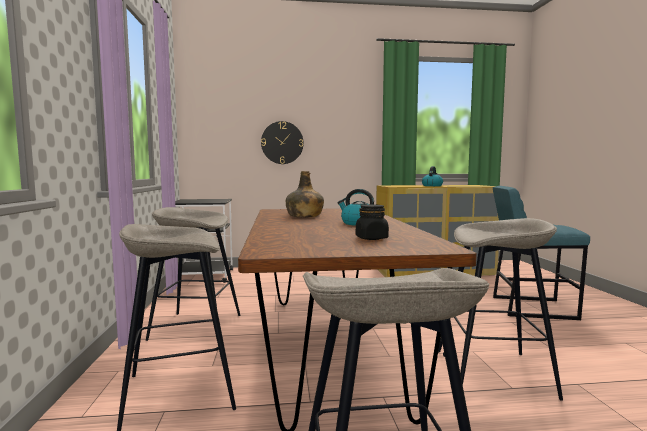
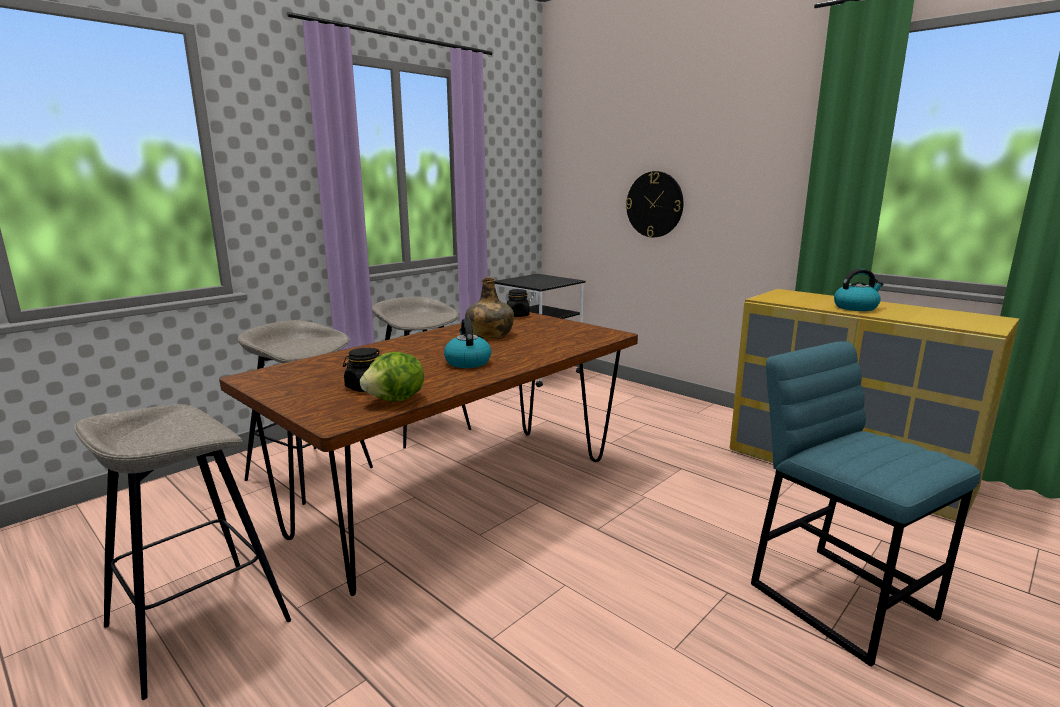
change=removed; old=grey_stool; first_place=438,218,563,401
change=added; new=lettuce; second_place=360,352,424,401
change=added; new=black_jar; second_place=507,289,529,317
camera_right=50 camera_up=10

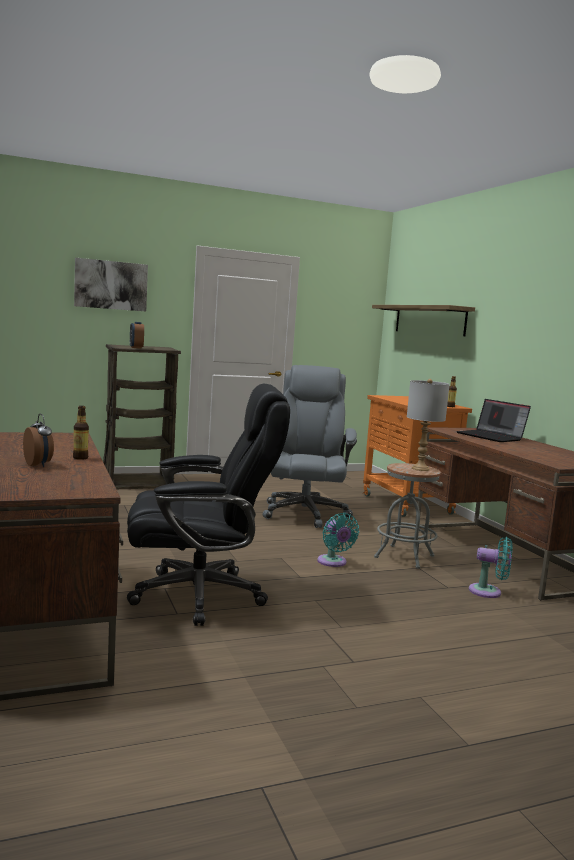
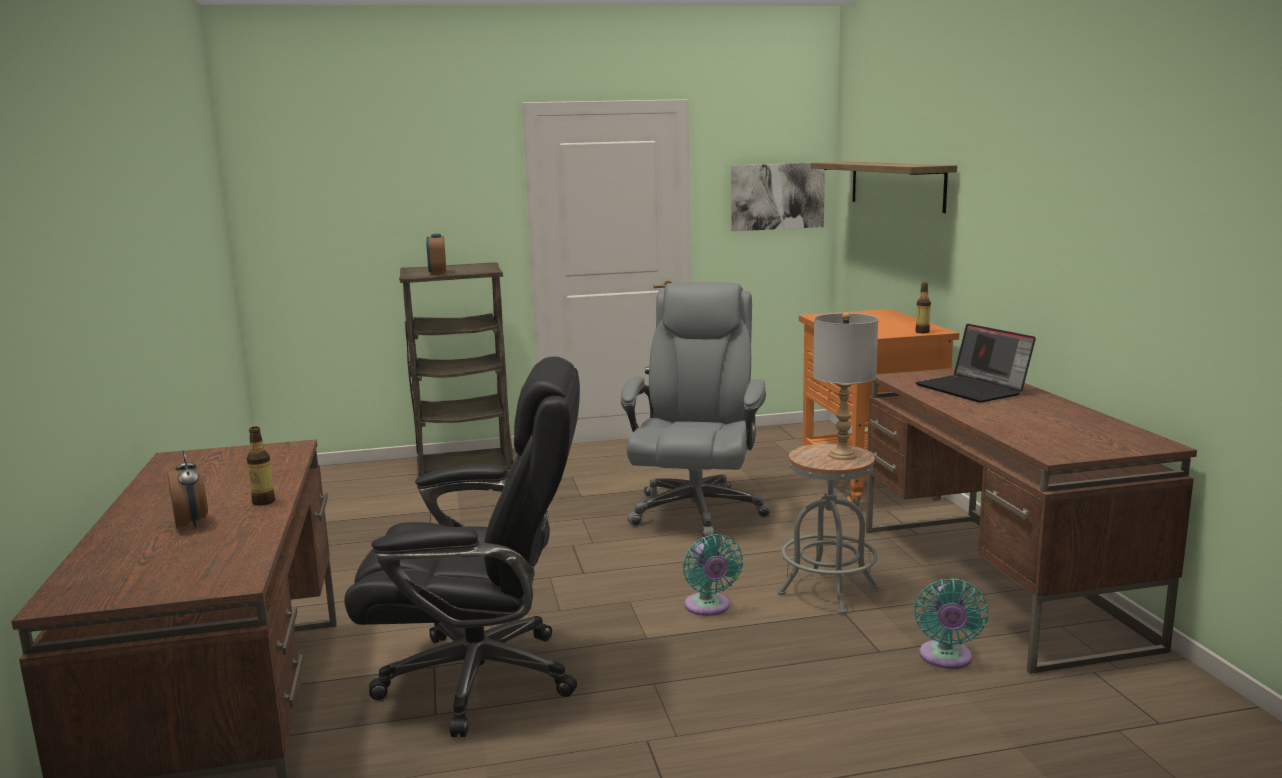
change=moved; old=picture; first_place=74,258,148,311; second_place=731,163,825,231
change=turned; old=turquoise_fan; first_place=469,537,513,598; second_place=914,578,988,669; degrees=75
camera_right=10 camera_up=5

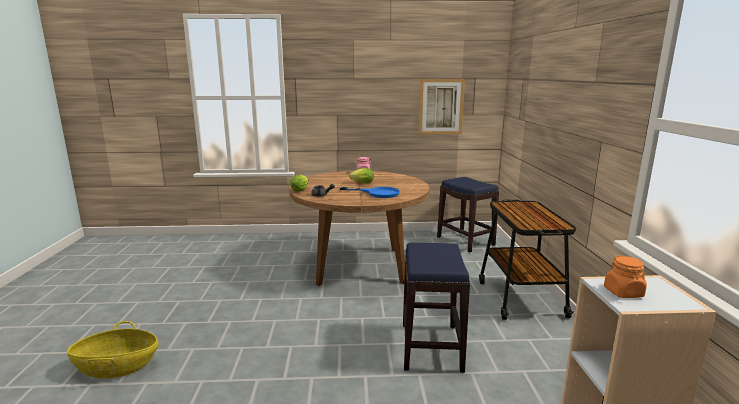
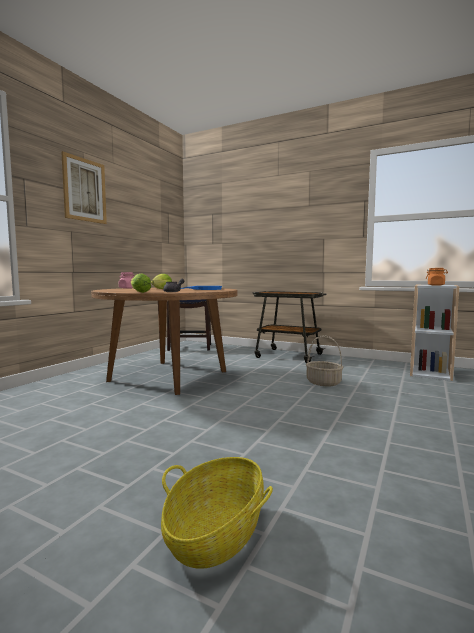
change=replaced; old=stool; new=basket; first_place=403,243,470,373; second_place=306,335,343,386
change=moved; old=picture; first_place=418,79,465,134; second_place=61,151,107,224
camera_right=-60 camera_up=-10

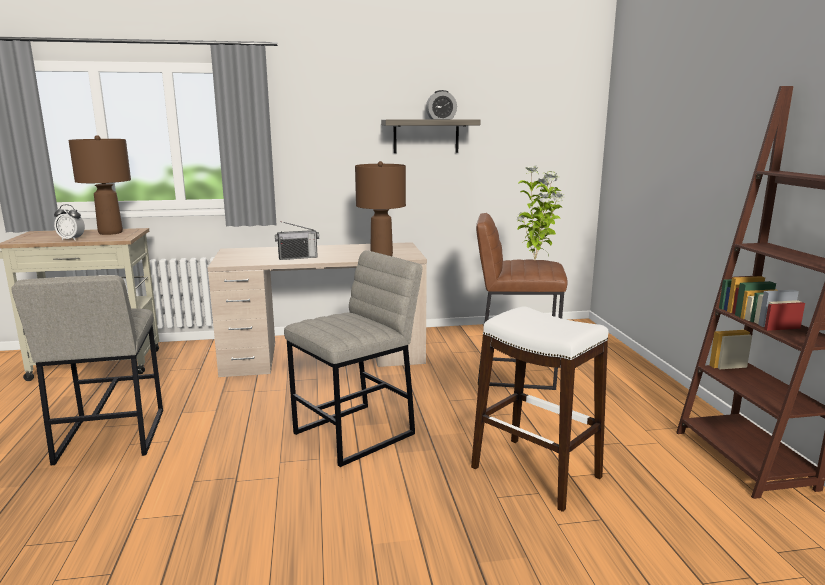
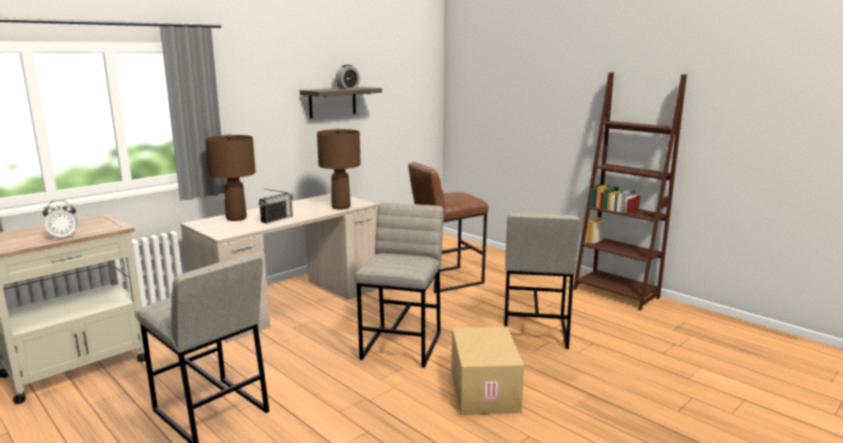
change=moved; old=brown_table_lamp; first_place=68,135,131,235; second_place=205,134,256,221
change=replaced; old=white_stool; new=grey_chair; first_place=471,306,608,512; second_place=504,213,580,349
change=removed; old=potted_plant; first_place=517,165,564,260
change=added; new=cardboard_box; second_place=452,326,524,415
camera_right=-35 camera_up=0

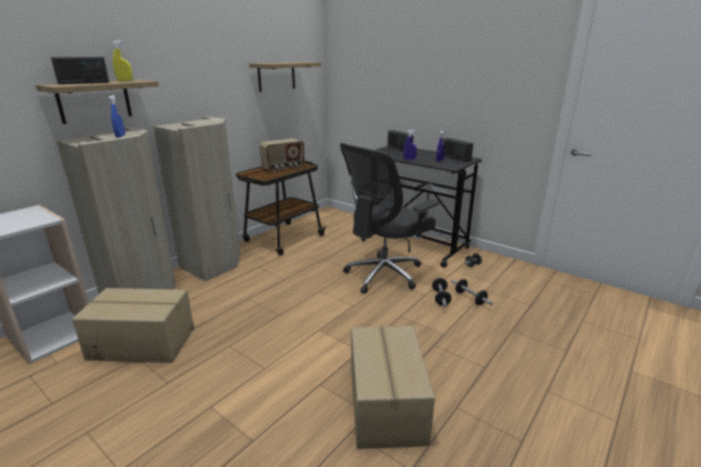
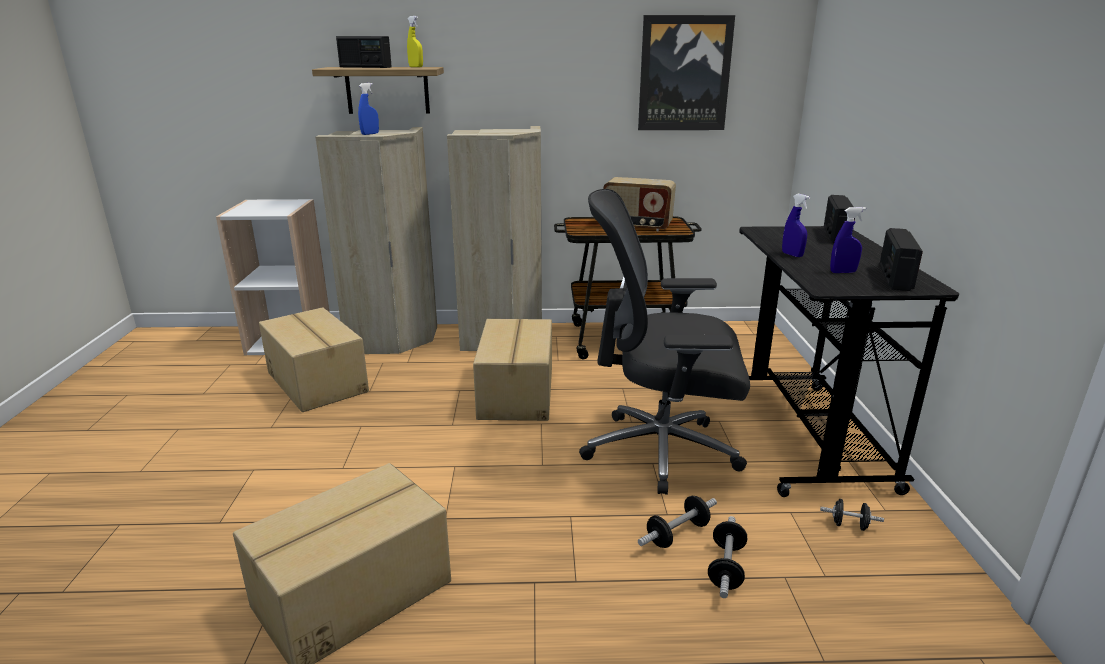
change=replaced; old=shelf; new=picture; first_place=249,62,321,92; second_place=638,15,735,130
change=added; new=cardboard_box; second_place=473,319,552,421
camera_right=50 camera_up=0

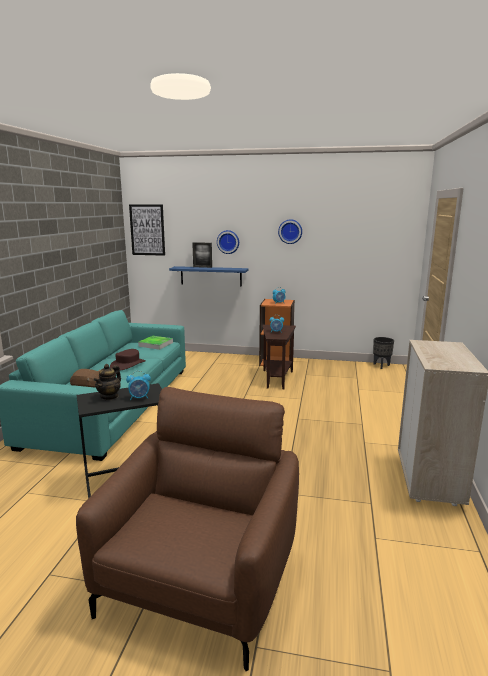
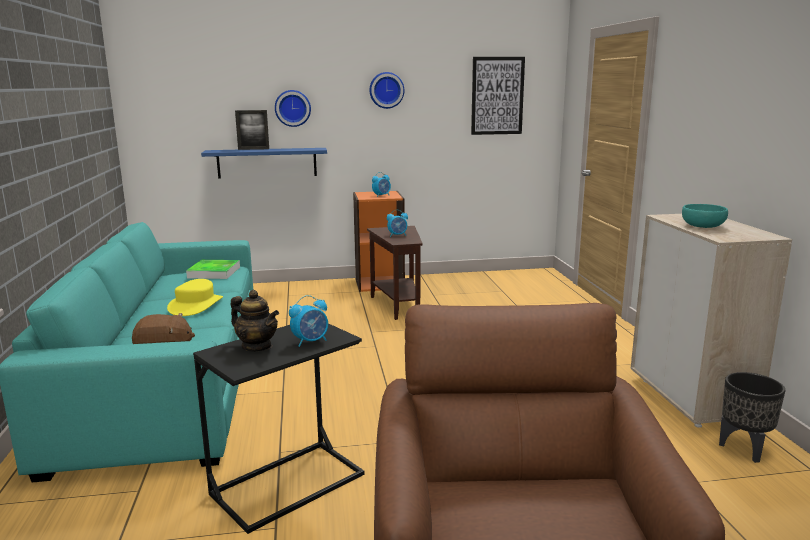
change=turned; old=teapot; first_place=94,364,121,400; second_place=231,290,279,352; degrees=-60
change=recoloured; old=brown_hat; new=yellow_hat; first_place=110,349,146,371; second_place=167,279,223,316
change=moved; old=picture; first_place=129,204,165,256; second_place=471,57,525,135
change=moved; old=black_planter; first_place=373,337,394,369; second_place=719,372,785,463
change=added; new=turquoise_bowl; second_place=682,204,728,228
camera_right=-20 camera_up=0

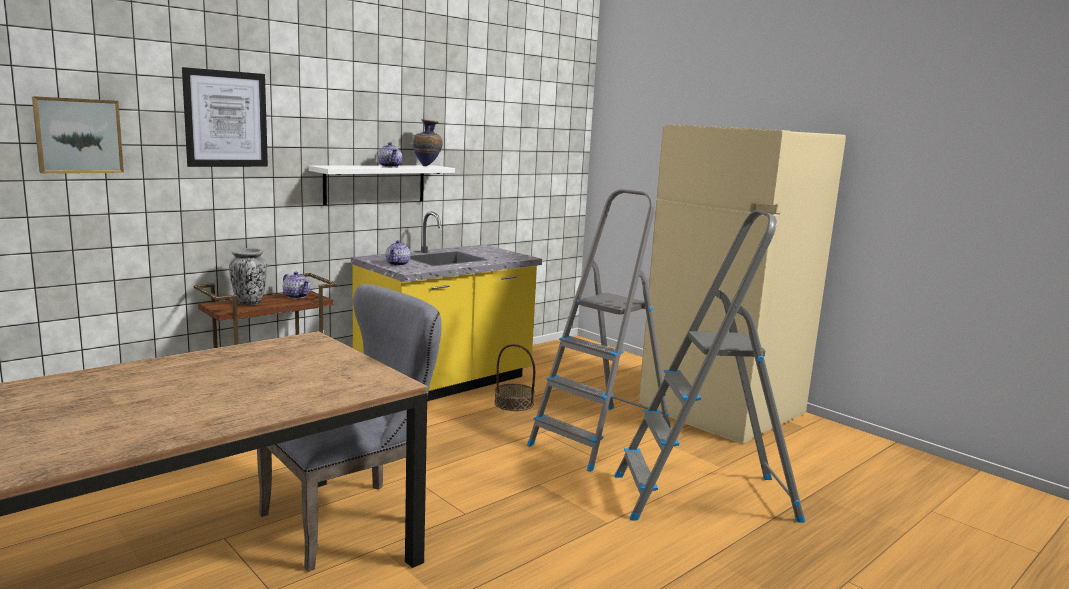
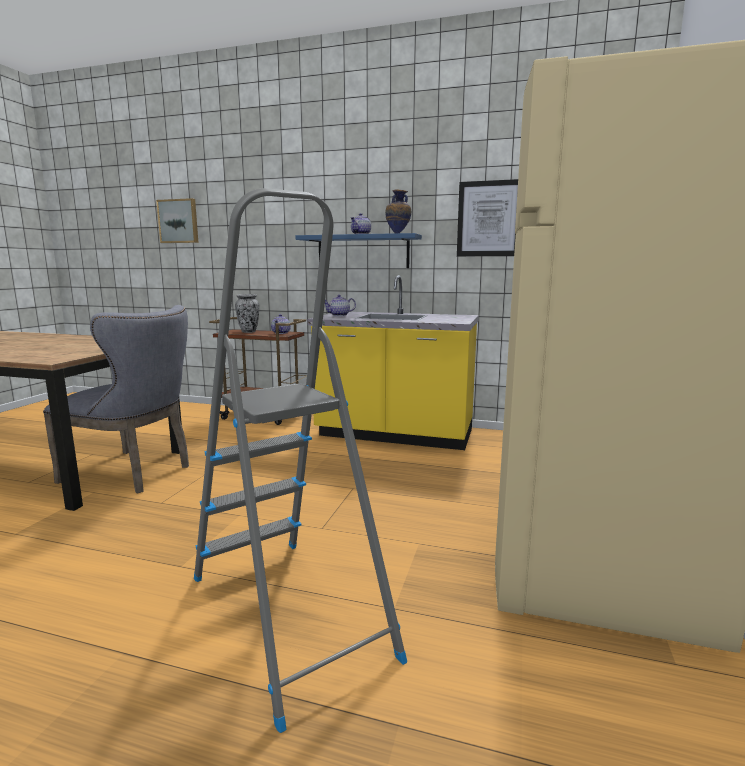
change=moved; old=picture; first_place=182,67,268,167; second_place=457,179,518,256
change=recoloured; old=white_shelf; new=blue_shelf; first_place=309,165,455,205; second_place=296,233,422,268
change=removed; old=basket; first_place=494,344,535,411
change=removed; old=grey_step_ladder; first_place=527,189,670,472
camera_right=60 camera_up=0

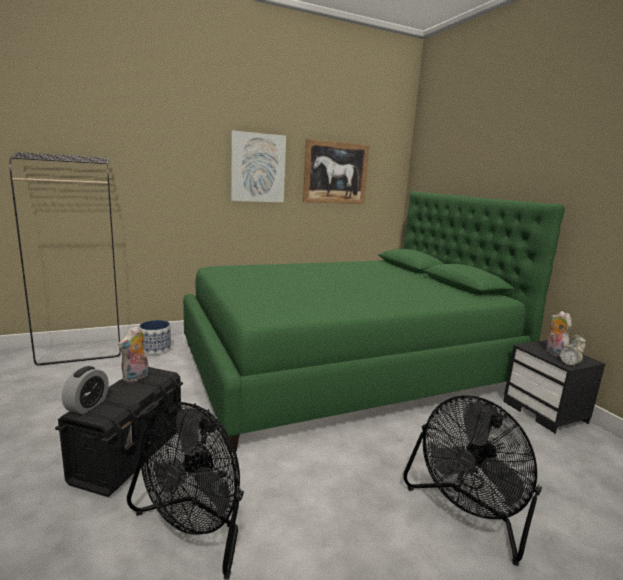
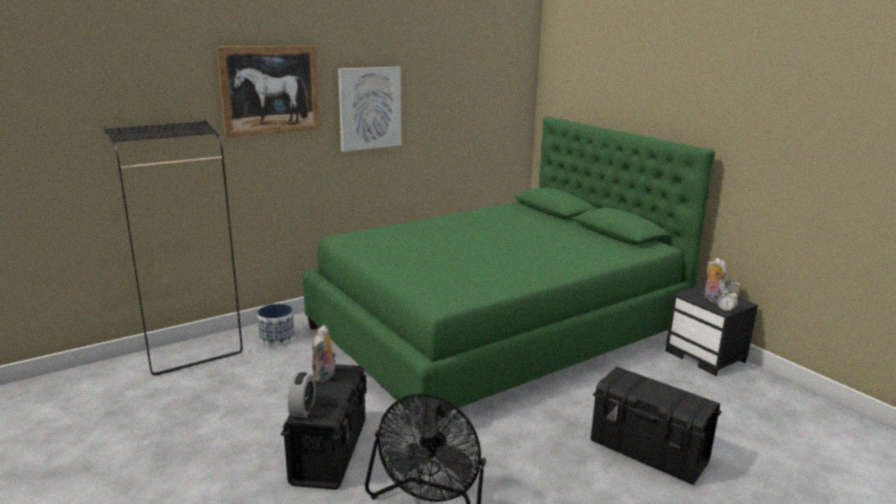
change=moved; old=picture; first_place=303,139,369,204; second_place=216,45,320,137
change=replaced; old=black_fan; new=black_storage_box; first_place=403,395,542,566; second_place=591,367,722,485
camera_right=-10 camera_up=5

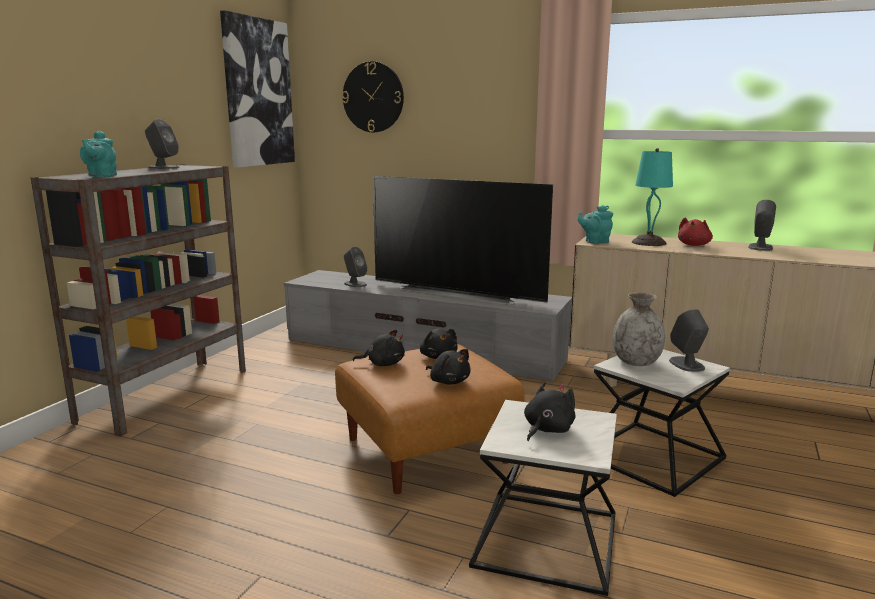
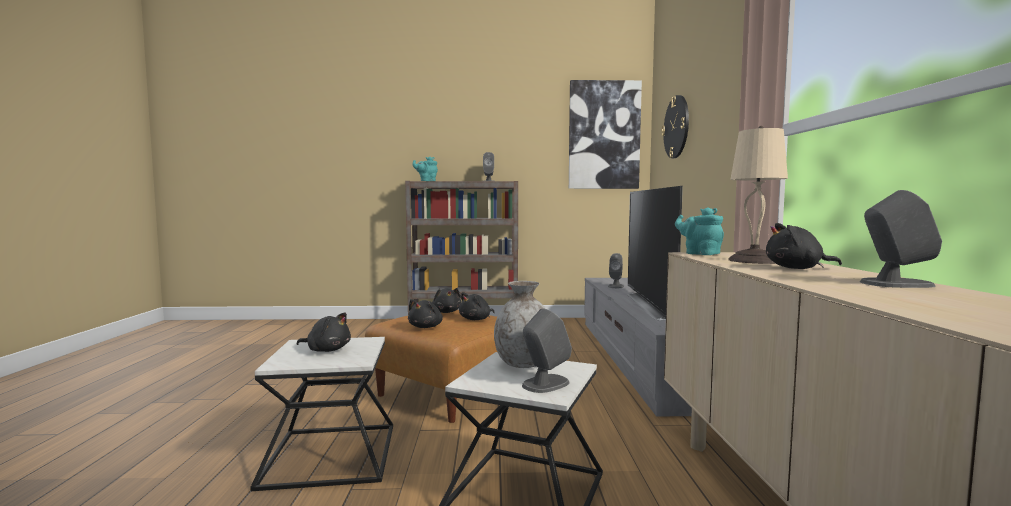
change=recoloured; old=turquoise_table_lamp; new=beige_table_lamp; first_place=632,148,673,246; second_place=728,126,788,264
change=recoloured; old=red_plush_toy; new=black_plush_toy; first_place=678,218,713,246; second_place=766,223,842,269
camera_right=65 camera_up=-10

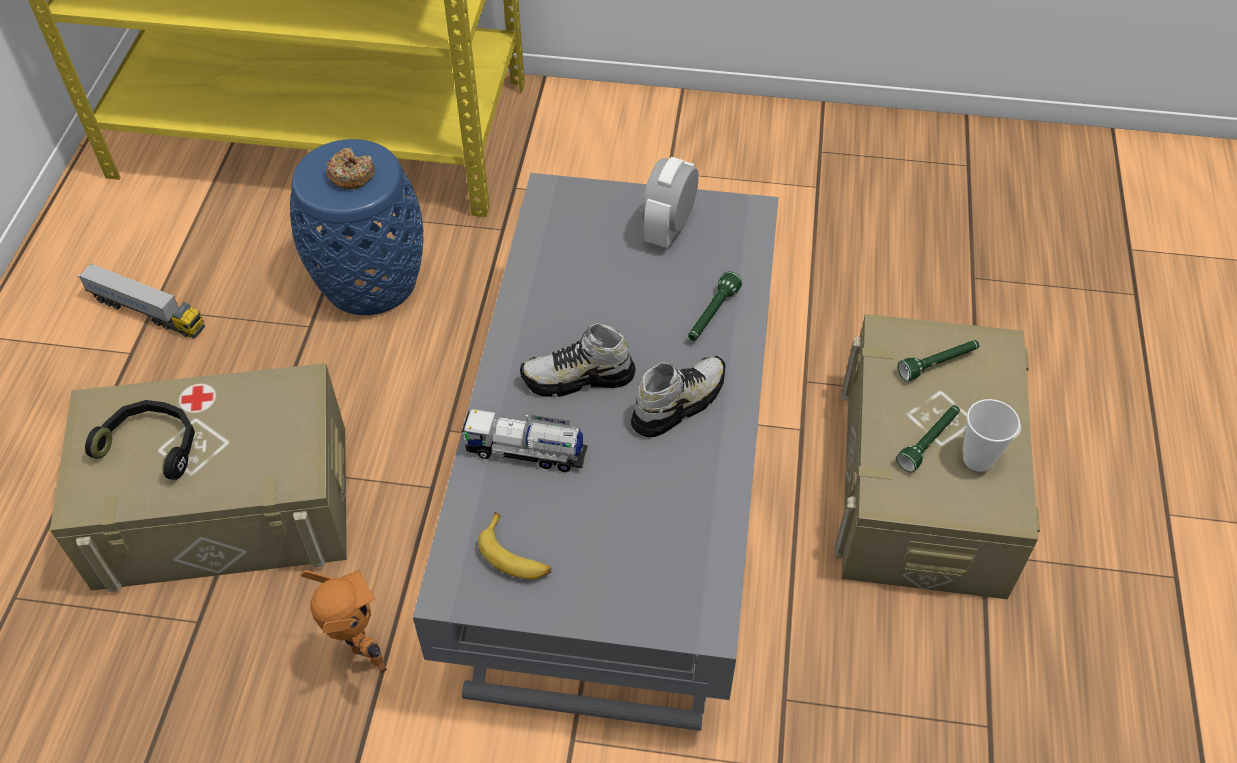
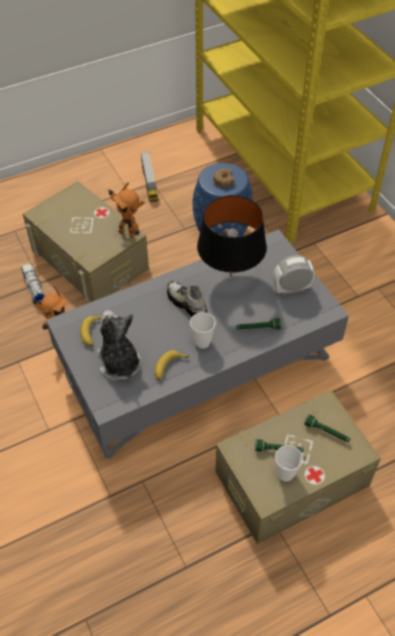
change=removed; old=black_headphones; first_place=85,400,195,480
change=moved; old=toy_truck; first_place=461,409,588,472; second_place=21,263,45,305
change=replaced; old=shoe; new=cup; first_place=631,356,726,437; second_place=190,312,216,349
change=added; new=plush_toy; second_place=97,310,142,380
change=added; new=toy_robot; second_place=108,182,145,238
change=added; new=banana; second_place=154,350,189,380
change=added; new=black_table_lamp; second_place=197,195,267,277
camera_right=55 camera_up=0

